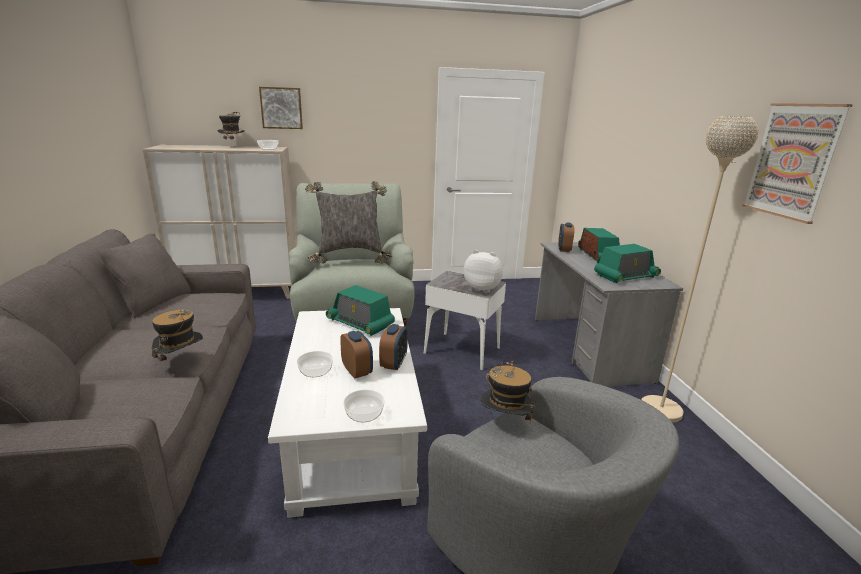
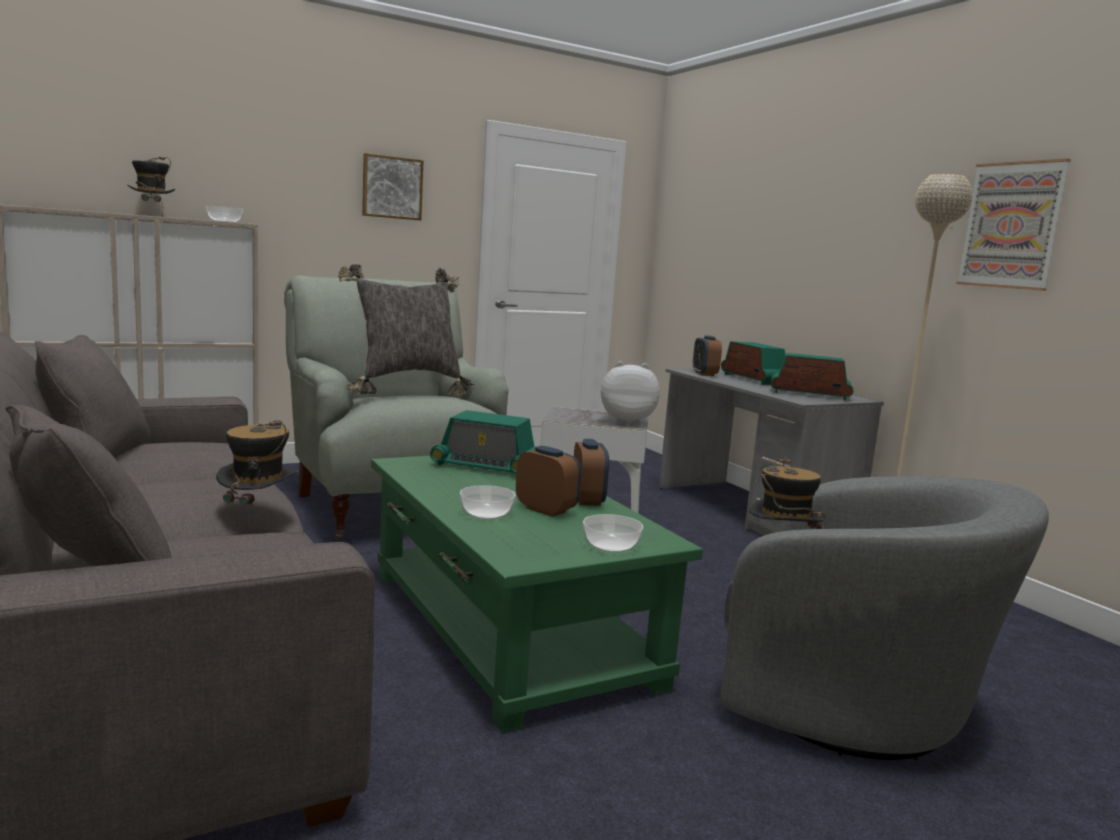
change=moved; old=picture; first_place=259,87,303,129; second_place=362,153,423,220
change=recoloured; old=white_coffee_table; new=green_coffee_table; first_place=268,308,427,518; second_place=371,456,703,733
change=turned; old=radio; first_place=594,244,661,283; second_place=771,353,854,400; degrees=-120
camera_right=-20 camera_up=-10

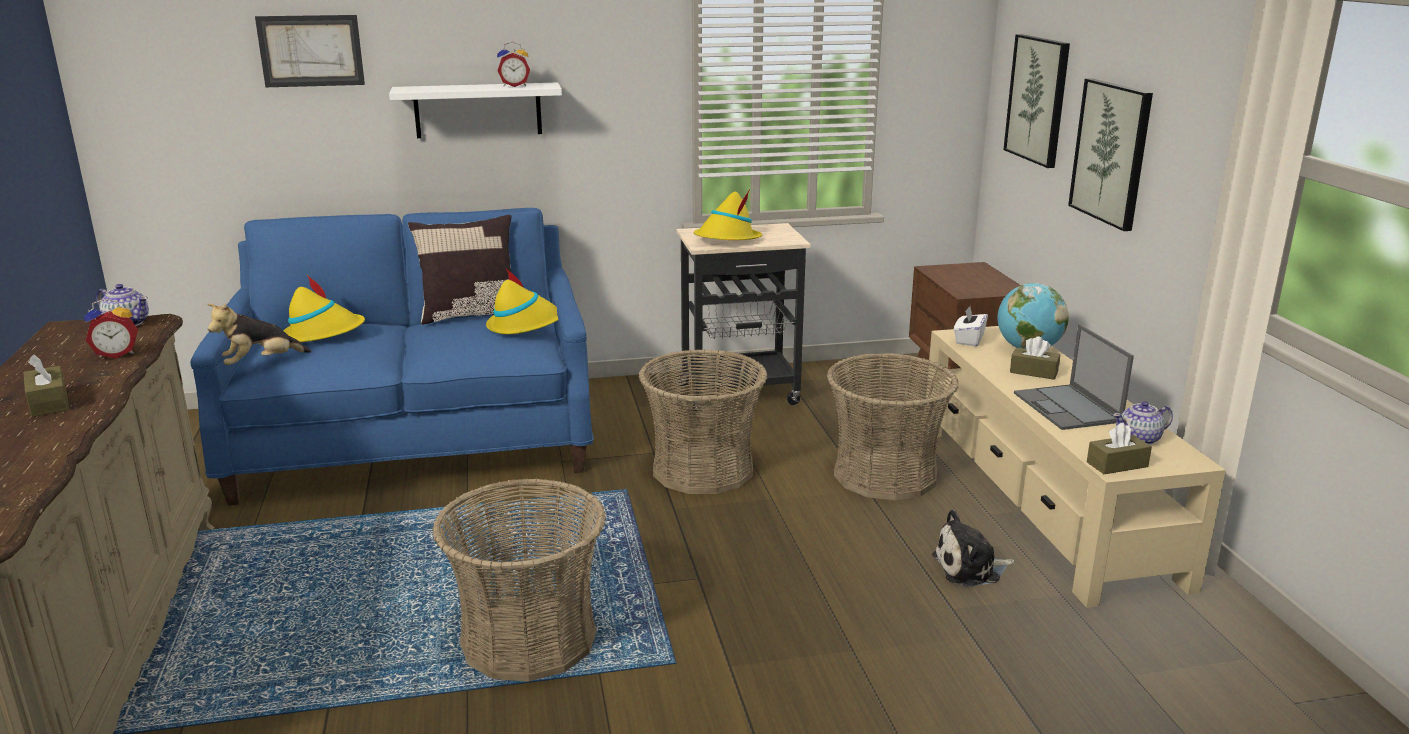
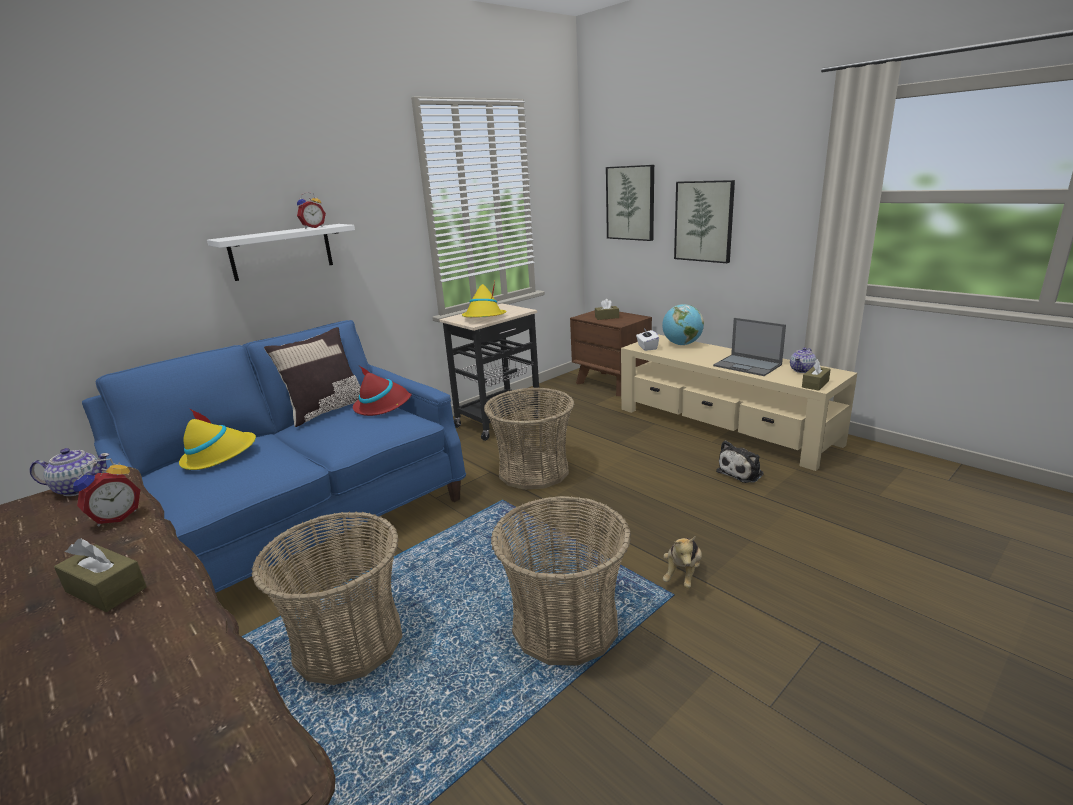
change=moved; old=plush_toy; first_place=207,303,311,365; second_place=663,536,702,589
change=removed; old=picture; first_place=255,15,365,87
change=recoloured; old=yellow_hat; new=red_hat; first_place=486,269,558,334; second_place=353,366,412,416
change=moved; old=basket; first_place=827,353,959,500; second_place=251,511,402,685
change=moved; old=brown_tissue_box; first_place=1010,336,1060,380; second_place=595,299,619,320
camera_right=-30 camera_up=0

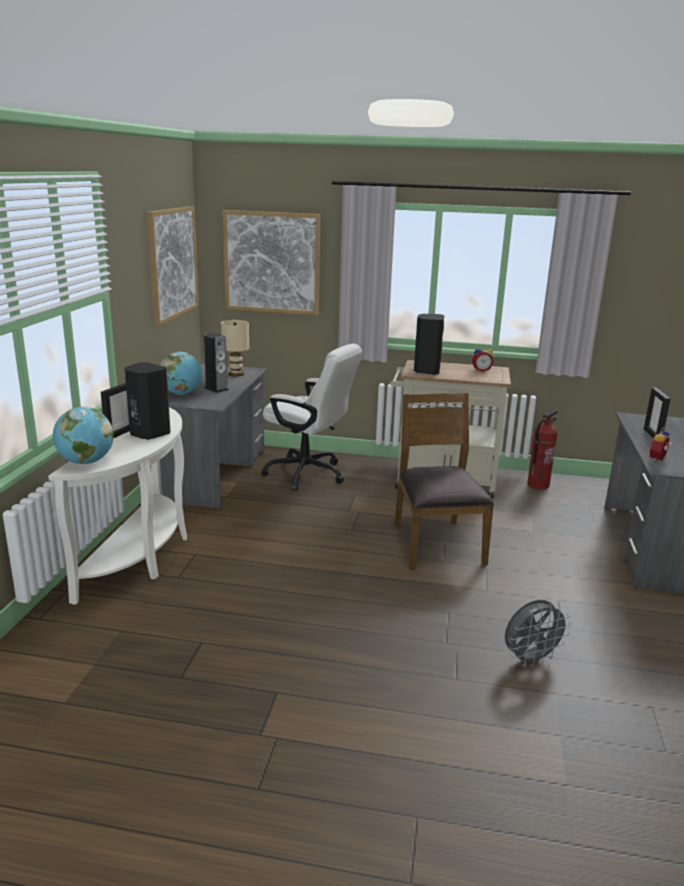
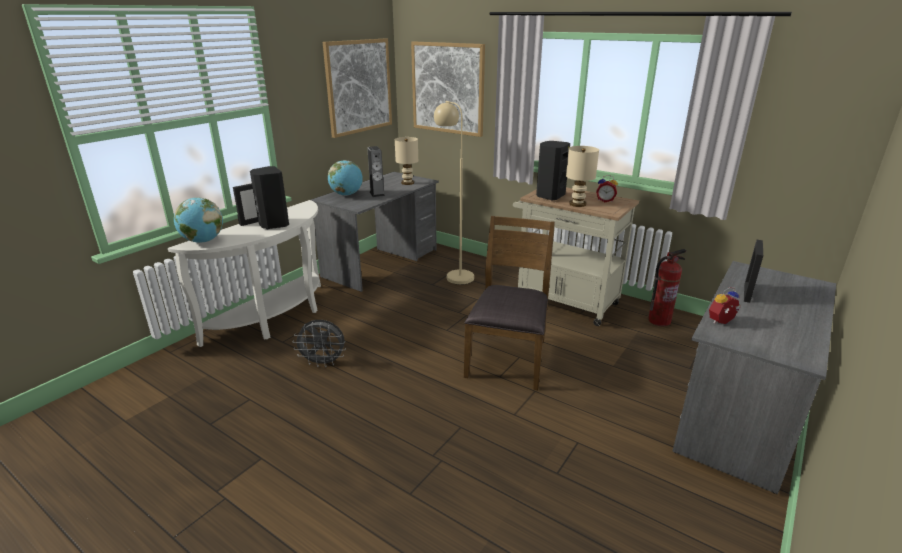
change=replaced; old=white_office_chair; new=beige_floor_lamp; first_place=261,344,362,491; second_place=434,101,474,285
change=moved; old=grey_fan; first_place=505,600,571,667; second_place=293,320,346,367
change=added; new=beige_table_lamp; second_place=566,146,599,207
camera_right=25 camera_up=5

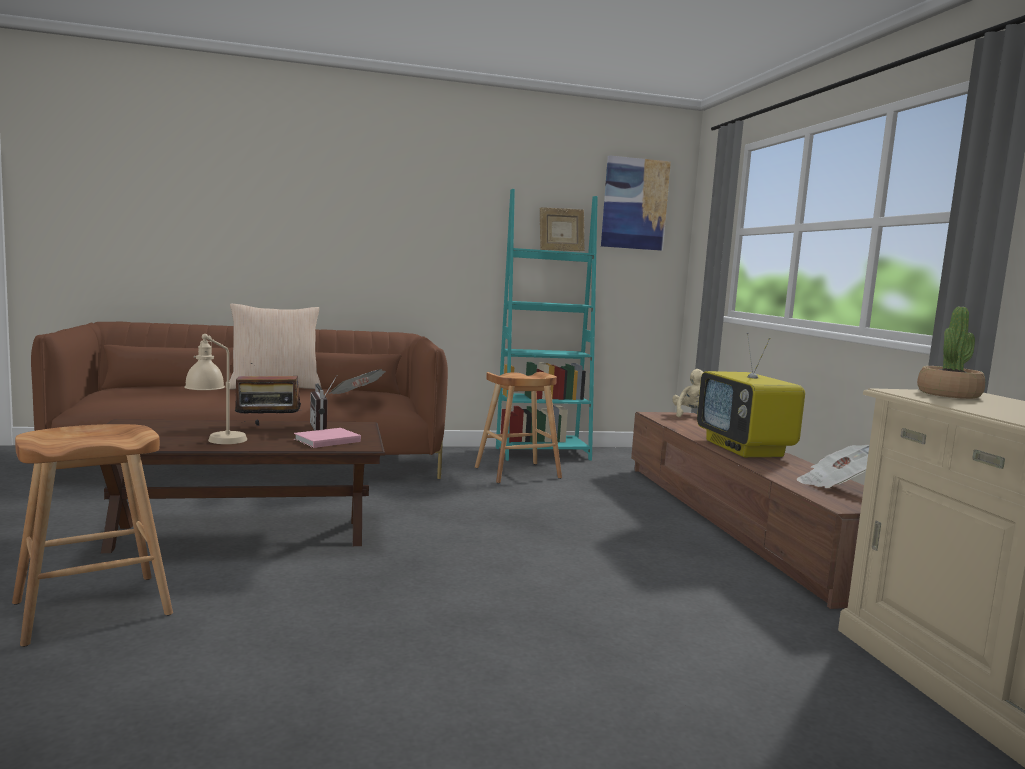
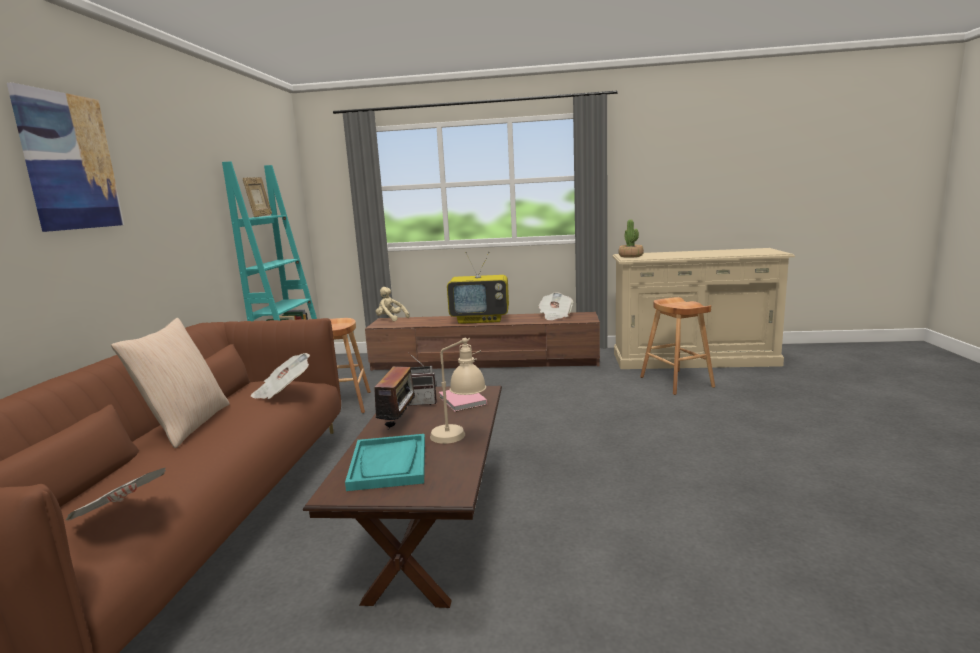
change=moved; old=brown_stool; first_place=12,424,173,647; second_place=640,297,715,395
change=moved; old=picture; first_place=601,155,671,251; second_place=7,82,124,232
change=added; new=newspaper; second_place=66,468,166,521
change=added; new=turquoise_tray; second_place=345,434,425,491
camera_right=-70 camera_up=5

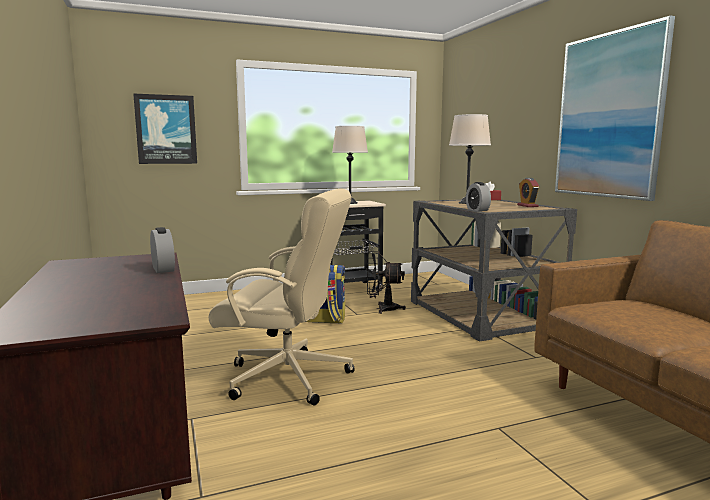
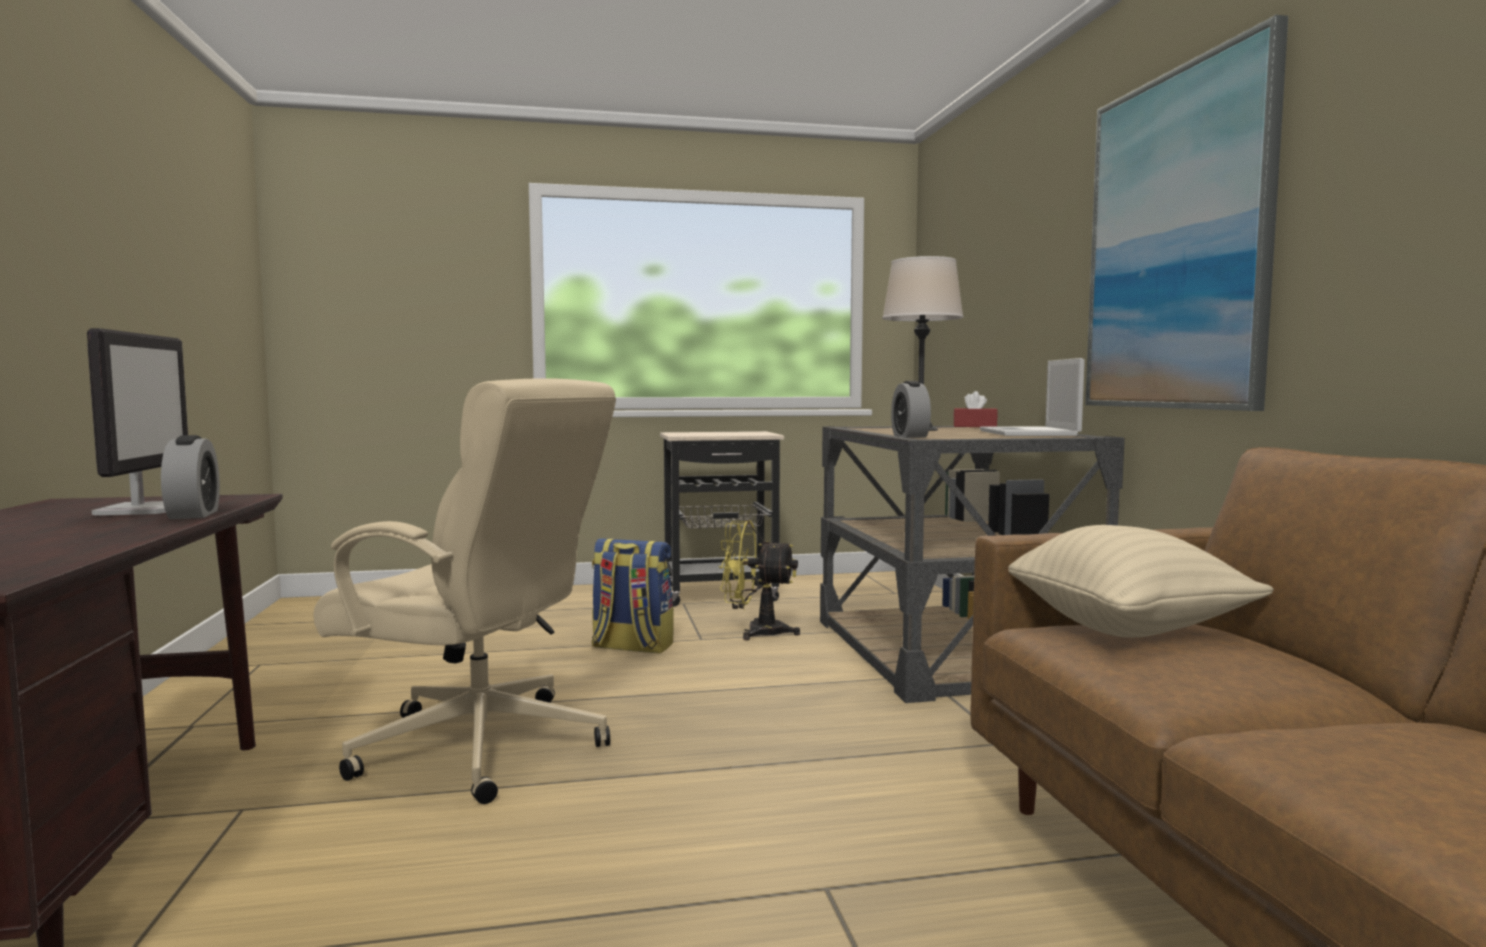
change=removed; old=picture; first_place=133,94,197,164
change=removed; old=beige_table_lamp; first_place=332,126,368,204
change=recoloured; old=black_fan; new=yellow_fan; first_place=367,251,406,314; second_place=719,520,800,640
change=replaced; old=alarm_clock; new=laptop; first_place=517,178,539,207; second_place=980,358,1085,436
change=added; new=monitor; second_place=87,328,188,516
change=added; new=beige_pillow; second_place=1008,525,1274,638
camera_right=10 camera_up=-5

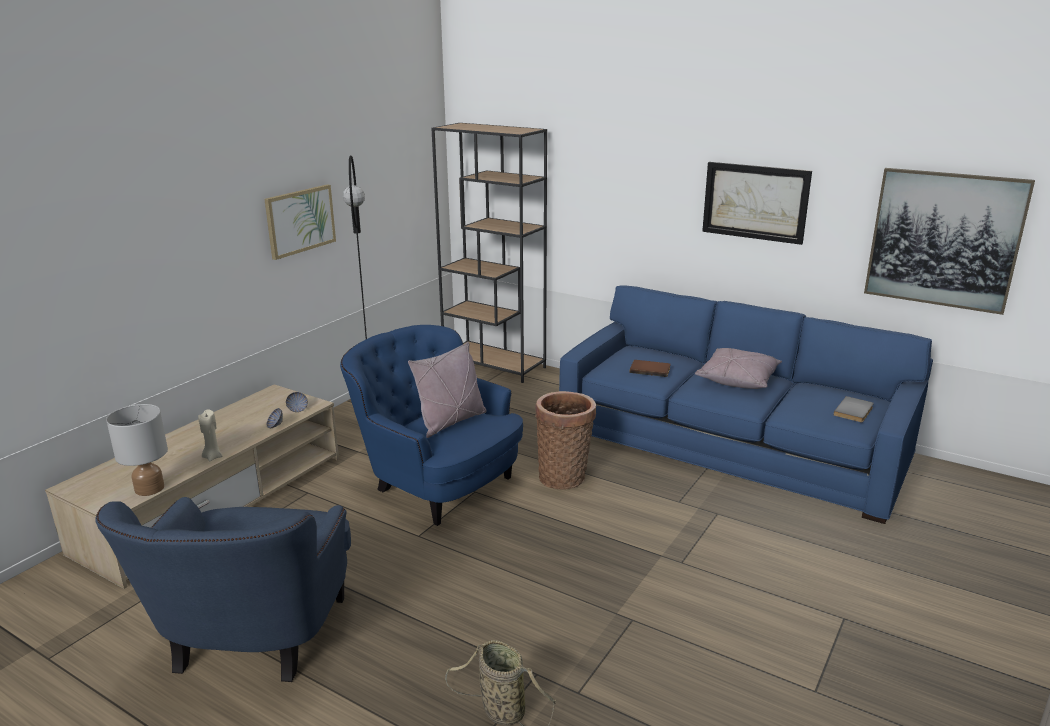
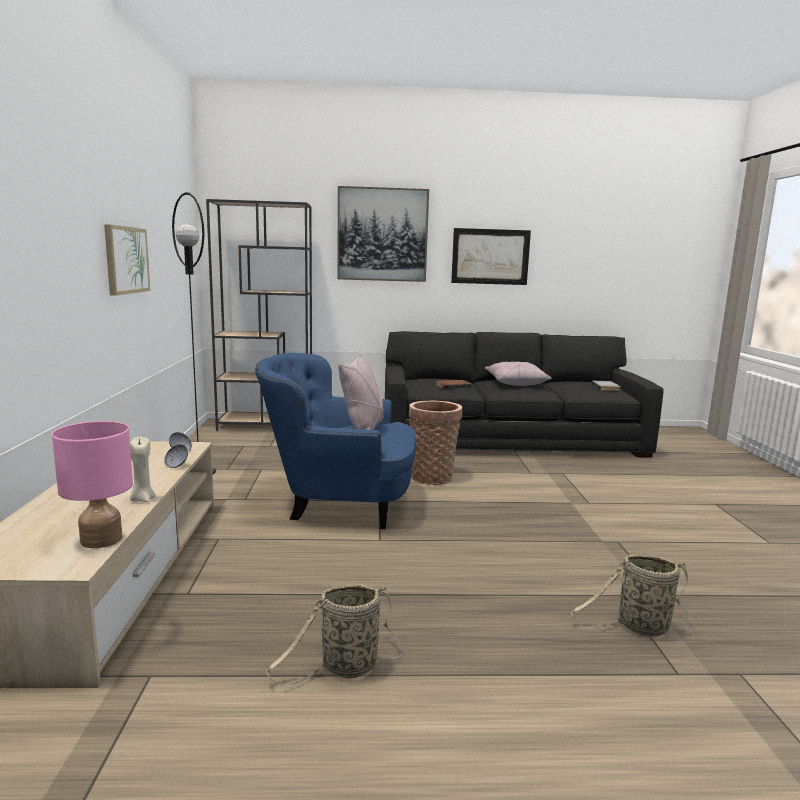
change=replaced; old=blue_armchair; new=basket; first_place=96,497,351,682; second_place=266,584,404,686
change=recoloured; old=grey_table_lamp; new=pink_table_lamp; first_place=106,404,168,496; second_place=52,421,133,548
change=recoloured; old=blue_sofa; new=black_sofa; first_place=559,285,933,524; second_place=385,331,664,458
change=moved; old=picture; first_place=864,168,1035,315; second_place=337,186,429,282
camera_right=-35 camera_up=-10

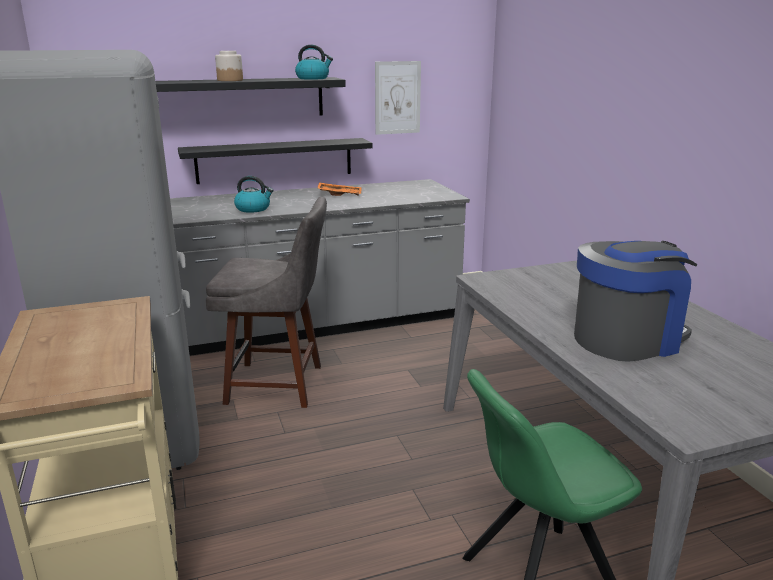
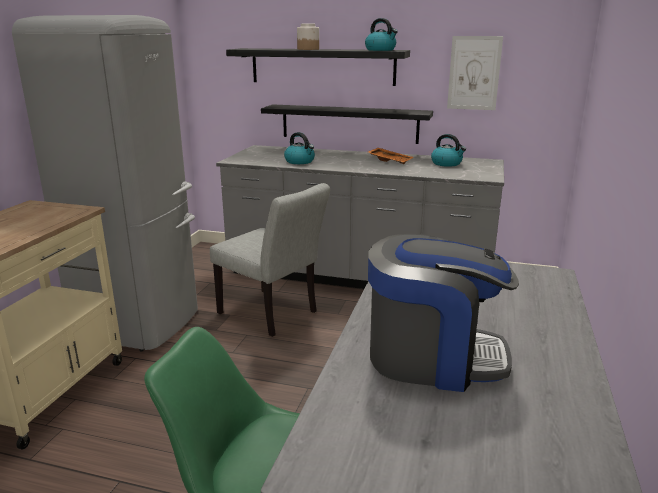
change=replaced; old=grey_stool; new=grey_chair; first_place=206,197,327,408; second_place=210,183,330,337
change=added; new=kettle; second_place=431,134,466,167
camera_right=35 camera_up=0

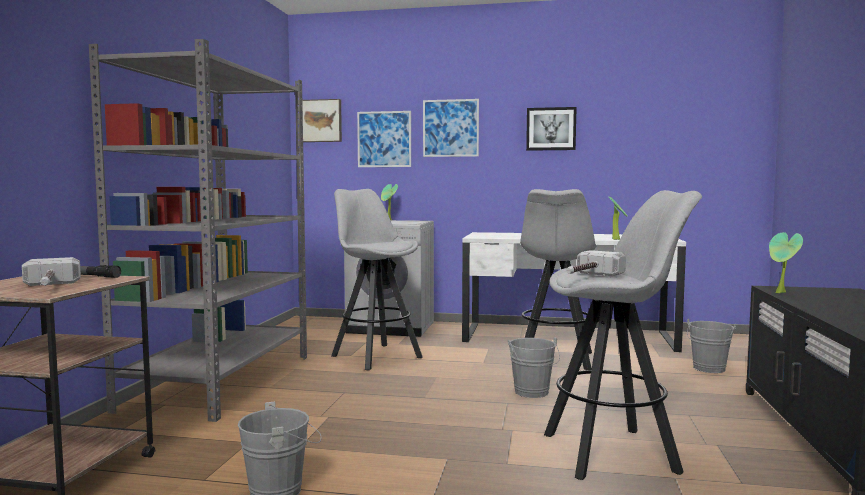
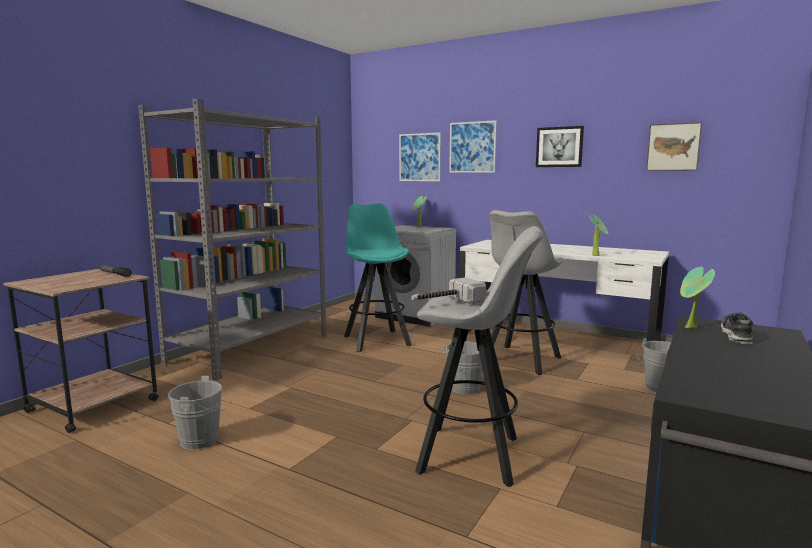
change=removed; old=hammer; first_place=22,257,81,286
change=moved; old=picture; first_place=302,99,342,142; second_place=646,122,702,171
change=recoloured; old=grey_stool; new=turquoise_stool; first_place=331,189,423,370; second_place=344,203,412,352
change=added; new=shoe; second_place=721,313,754,344
camera_right=20 camera_up=5

